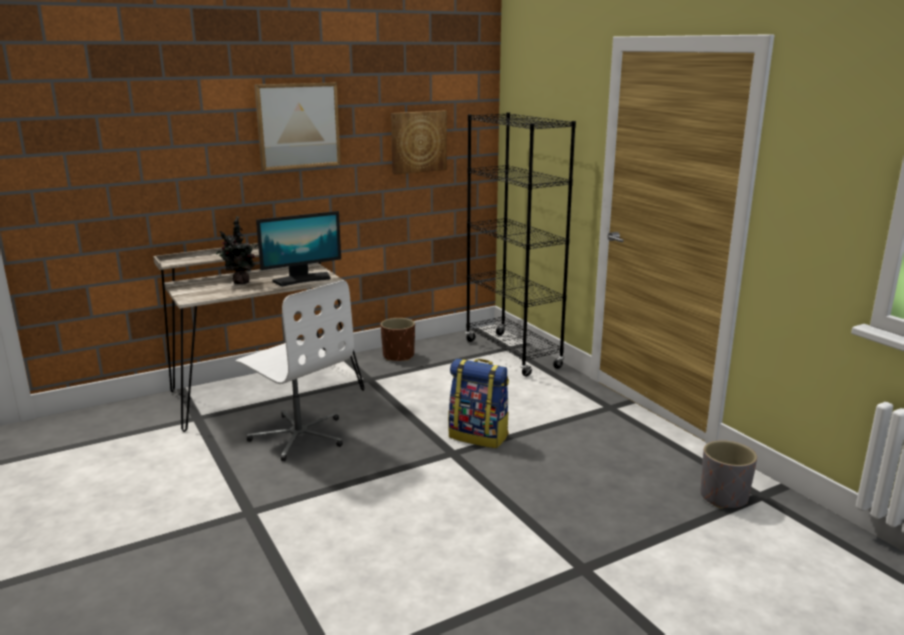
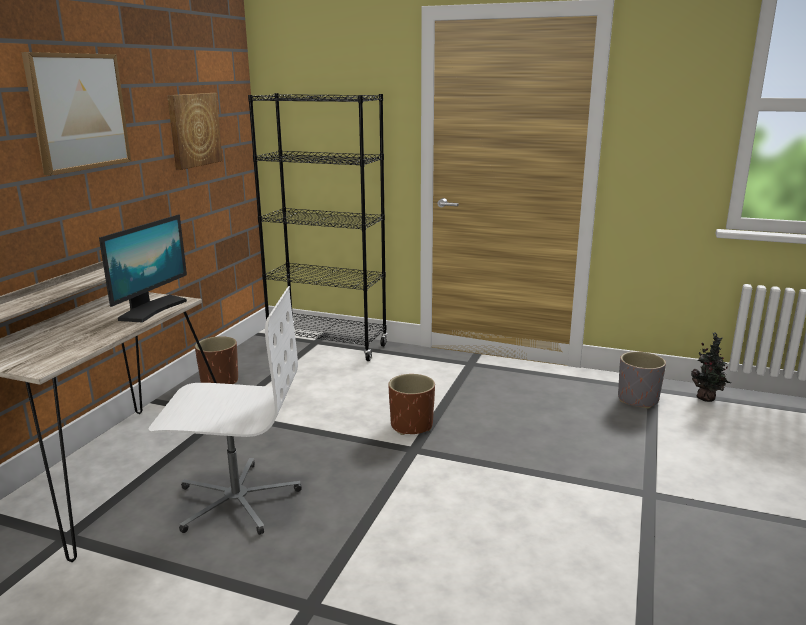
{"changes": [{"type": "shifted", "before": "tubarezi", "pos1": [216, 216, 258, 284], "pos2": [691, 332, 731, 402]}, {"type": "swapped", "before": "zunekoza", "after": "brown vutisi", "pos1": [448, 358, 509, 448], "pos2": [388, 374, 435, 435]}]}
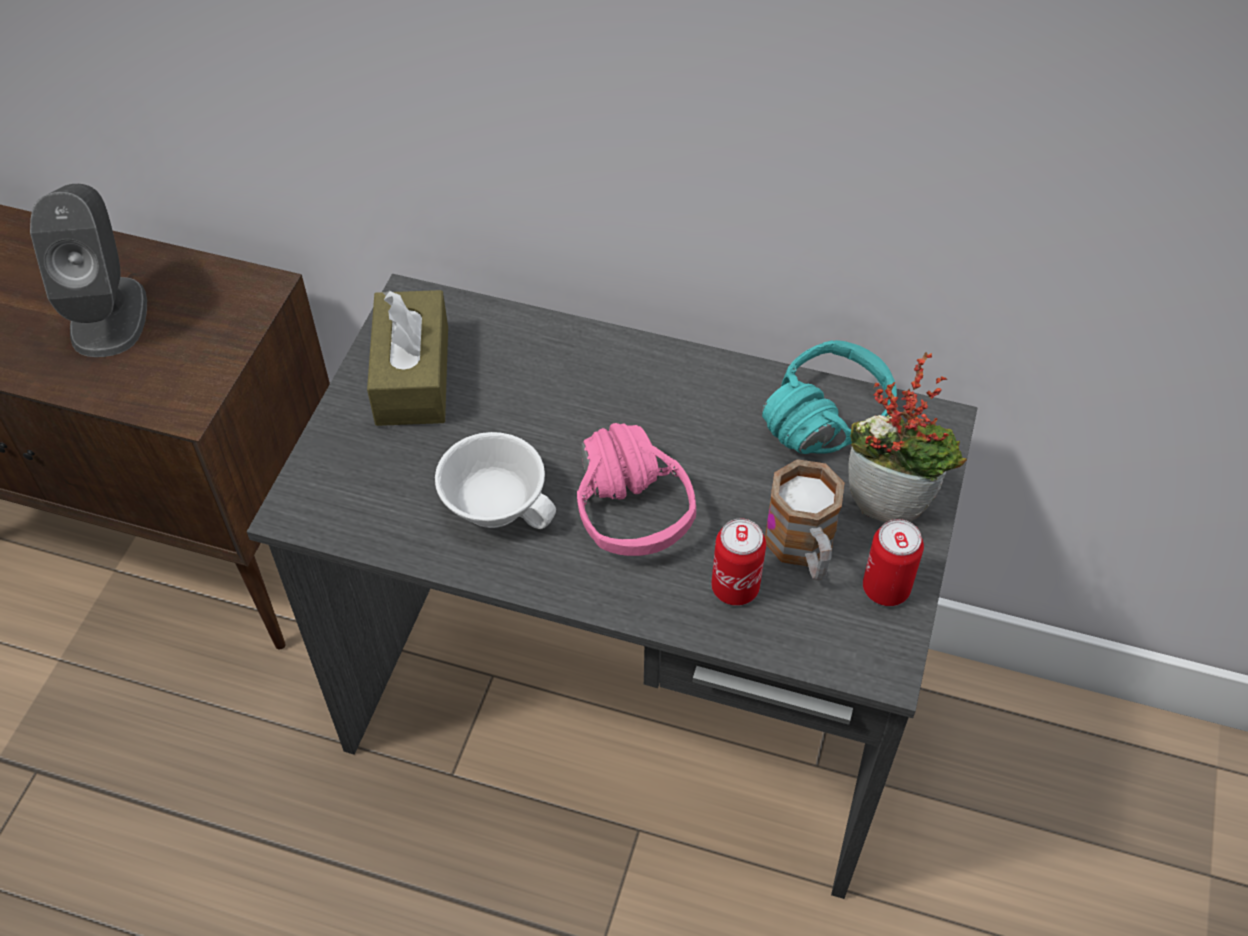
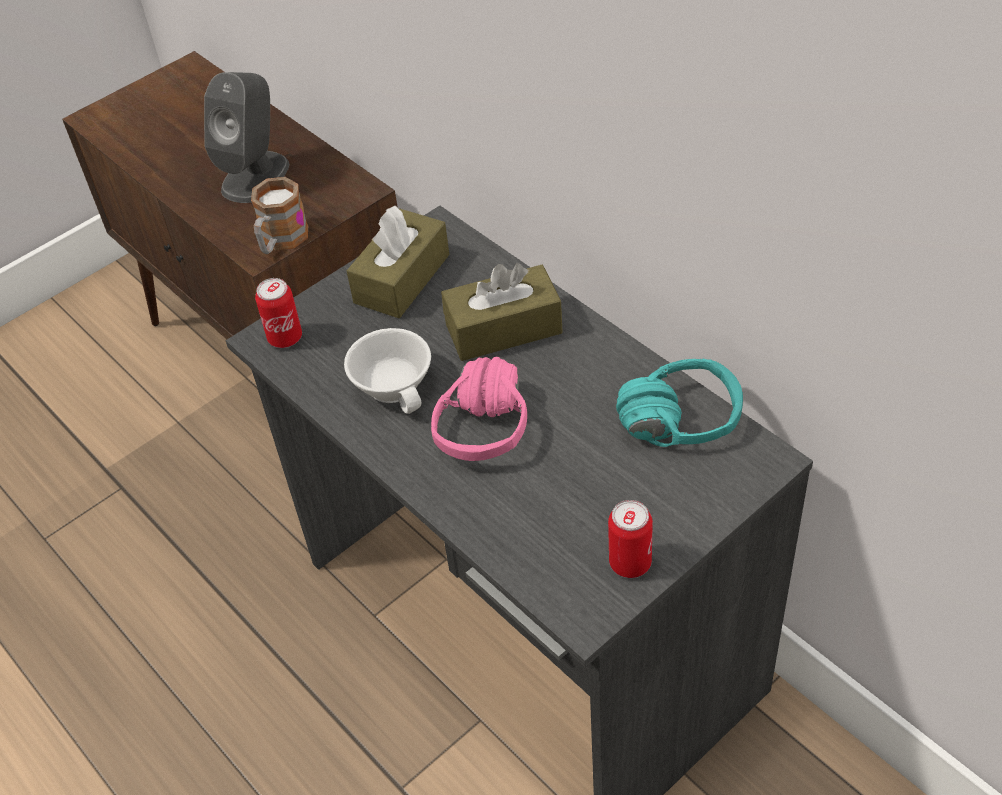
{"changes": [{"type": "shifted", "before": "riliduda", "pos1": [711, 518, 766, 606], "pos2": [255, 278, 302, 348]}, {"type": "shifted", "before": "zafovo", "pos1": [765, 459, 844, 580], "pos2": [251, 177, 308, 254]}, {"type": "gone", "before": "tubarezi", "pos1": [848, 352, 967, 522]}, {"type": "new", "after": "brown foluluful", "pos2": [441, 263, 563, 361]}]}
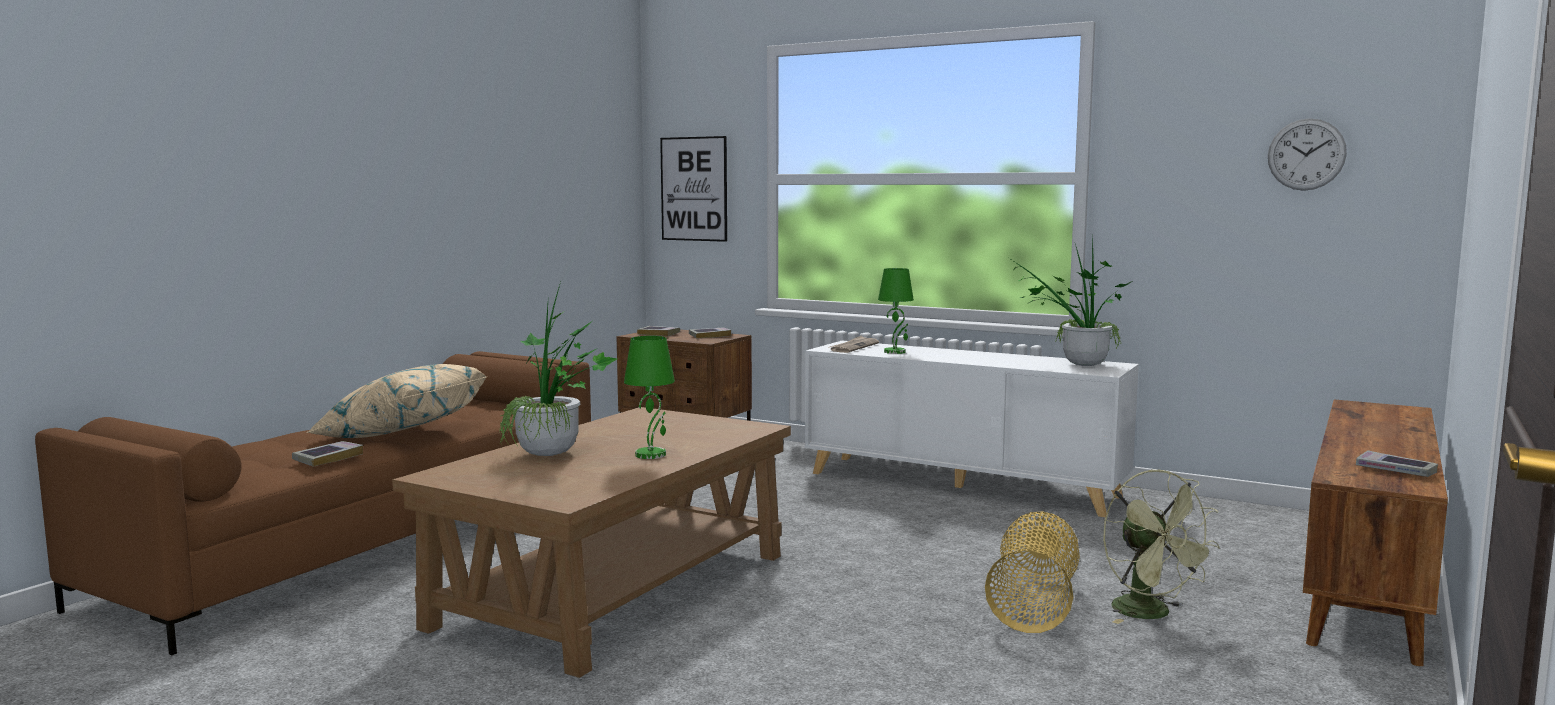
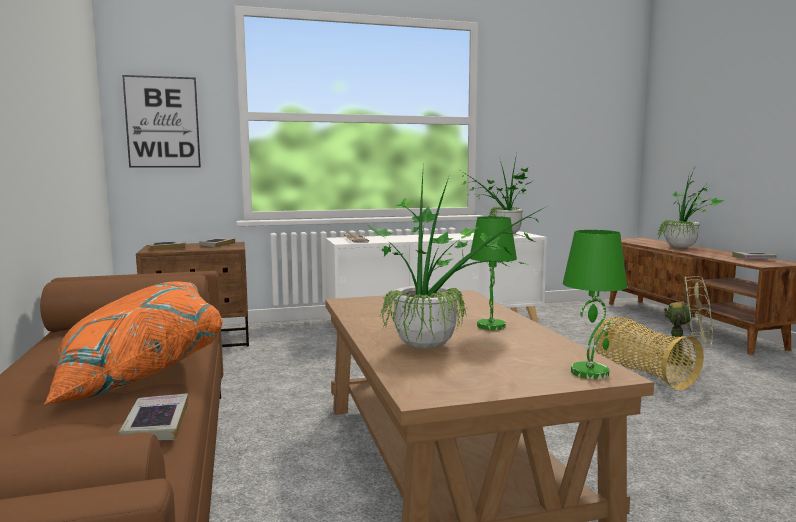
{"changes": [{"type": "repainted", "before": "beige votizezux", "after": "orange votizezux", "pos1": [306, 364, 486, 438], "pos2": [44, 282, 223, 404]}, {"type": "shifted", "before": "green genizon", "pos1": [878, 268, 914, 354], "pos2": [563, 230, 627, 379]}, {"type": "gone", "before": "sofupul", "pos1": [1268, 118, 1347, 191]}, {"type": "new", "after": "tubarezi", "pos2": [658, 168, 724, 248]}]}
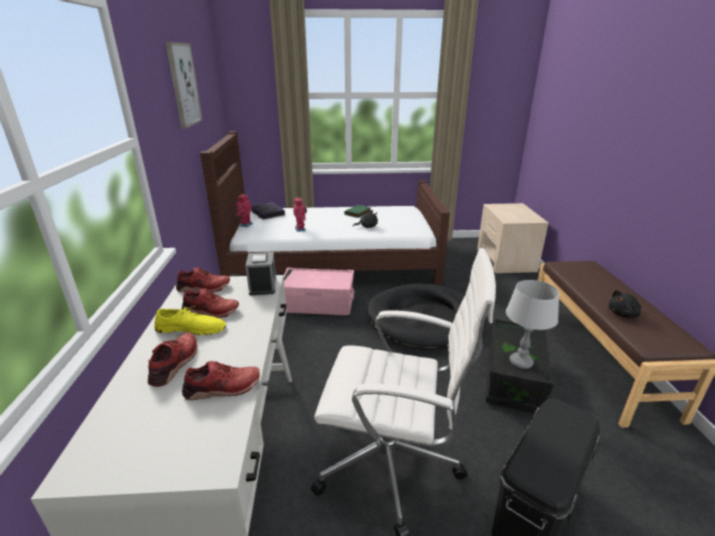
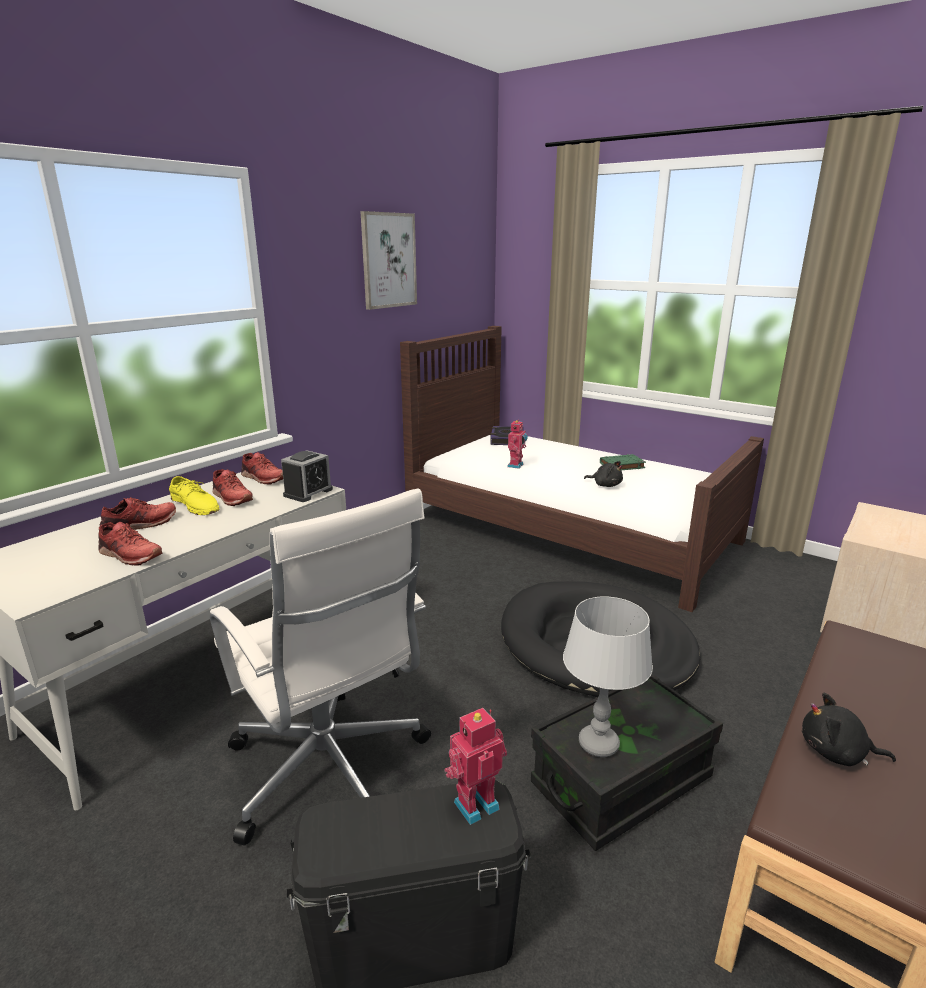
{"changes": [{"type": "shifted", "before": "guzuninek", "pos1": [236, 194, 253, 227], "pos2": [444, 708, 507, 825]}, {"type": "gone", "before": "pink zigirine", "pos1": [283, 268, 354, 315]}]}
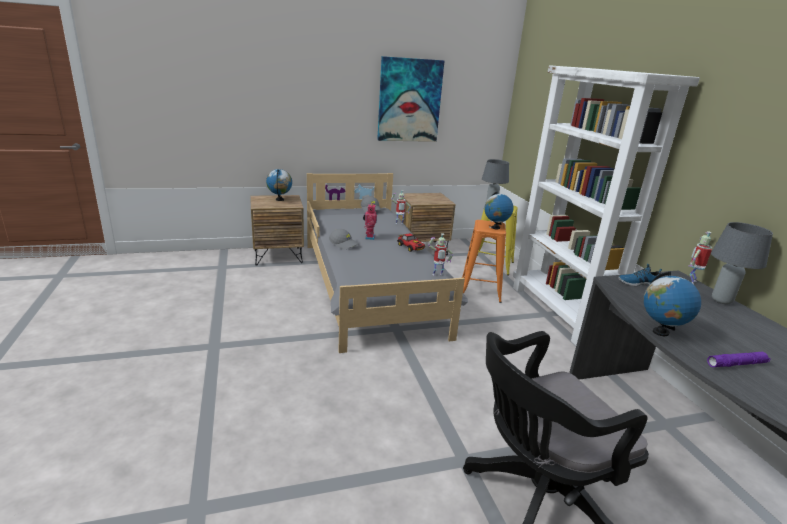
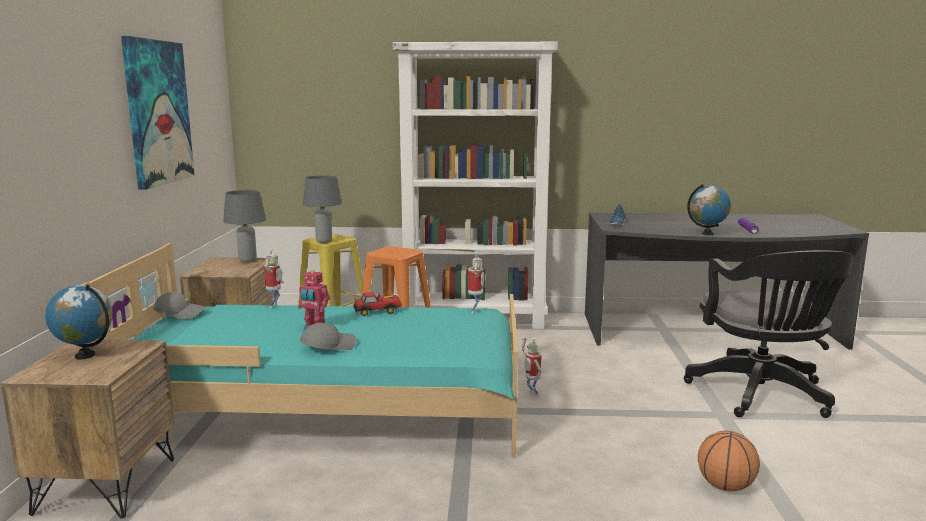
{"changes": [{"type": "repainted", "before": "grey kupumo", "after": "turquoise kupumo", "pos1": [307, 173, 468, 353], "pos2": [81, 243, 518, 458]}, {"type": "gone", "before": "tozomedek", "pos1": [484, 191, 513, 229]}, {"type": "shifted", "before": "guzuninek", "pos1": [688, 231, 712, 285], "pos2": [521, 338, 542, 397]}, {"type": "shifted", "before": "grey genizon", "pos1": [711, 222, 773, 304], "pos2": [223, 190, 266, 263]}, {"type": "new", "after": "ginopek", "pos2": [698, 431, 760, 492]}]}
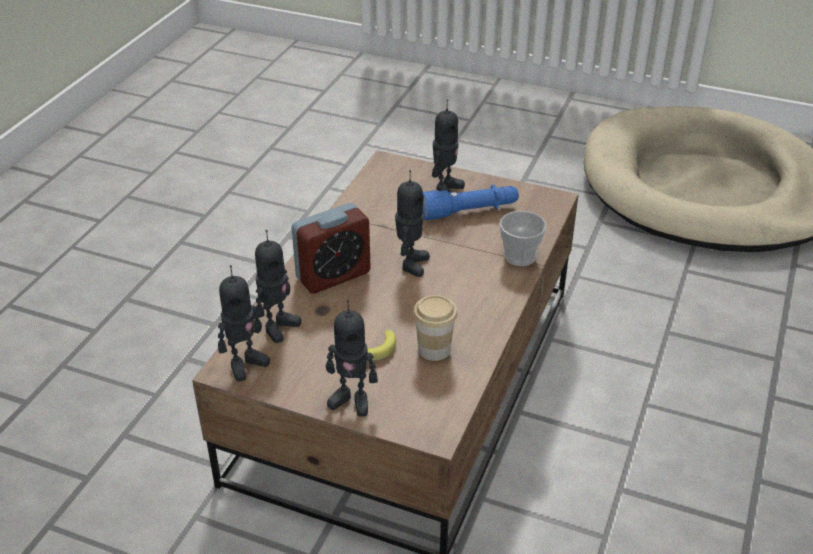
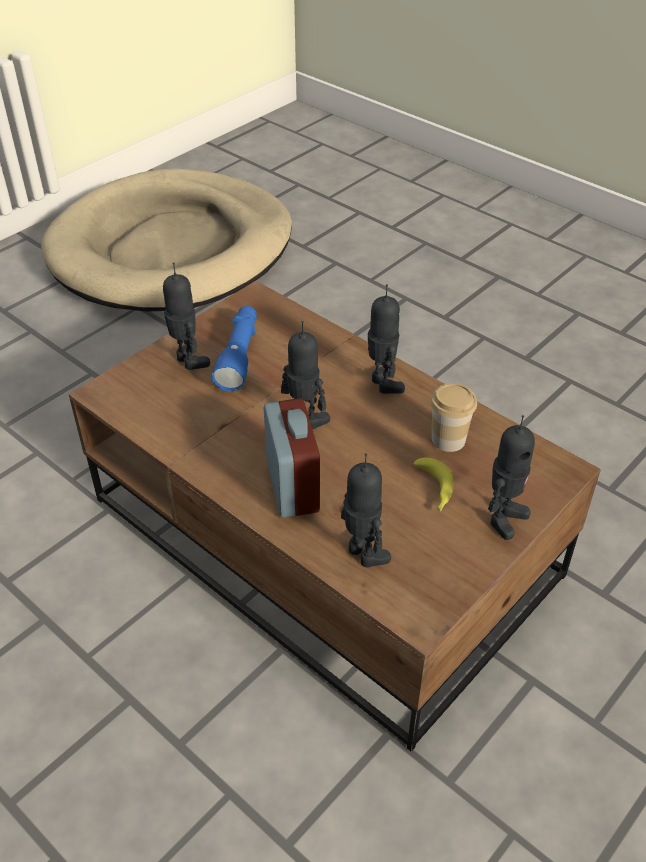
{"changes": [{"type": "shifted", "before": "guzuninek", "pos1": [218, 265, 270, 381], "pos2": [368, 284, 405, 394]}, {"type": "gone", "before": "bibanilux", "pos1": [500, 211, 546, 266]}]}
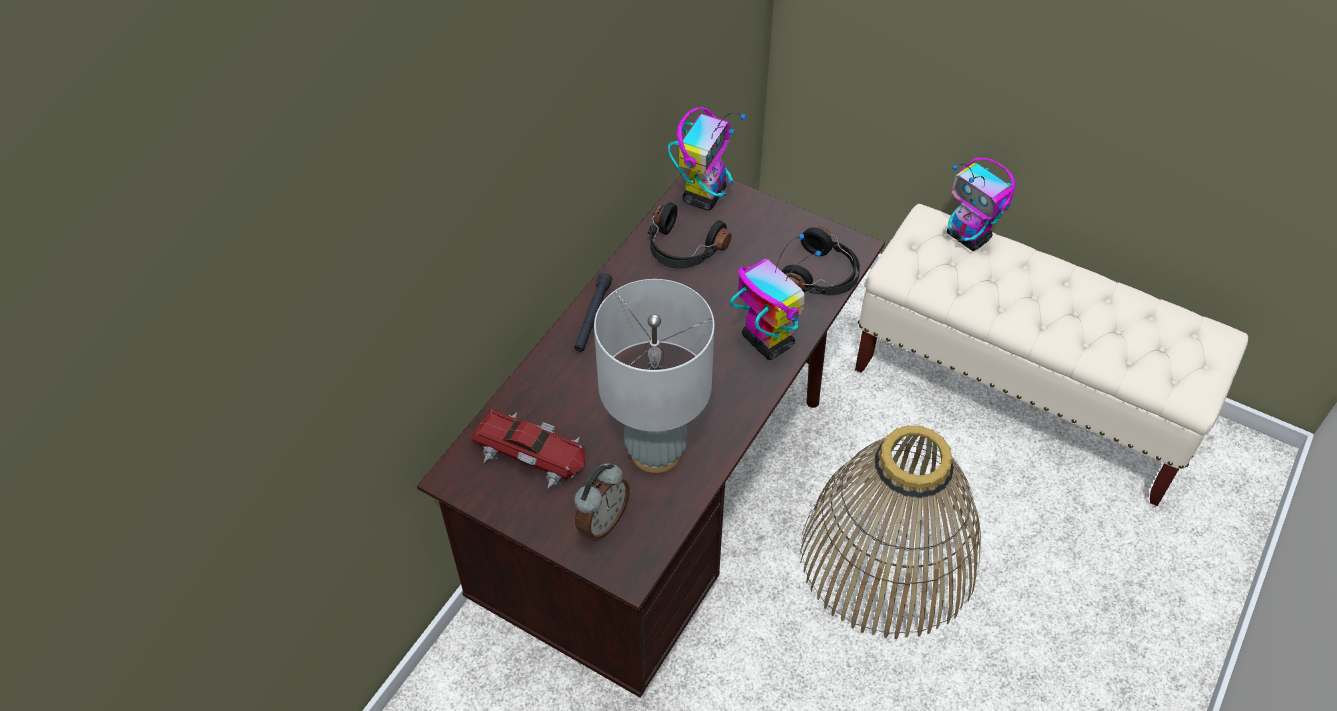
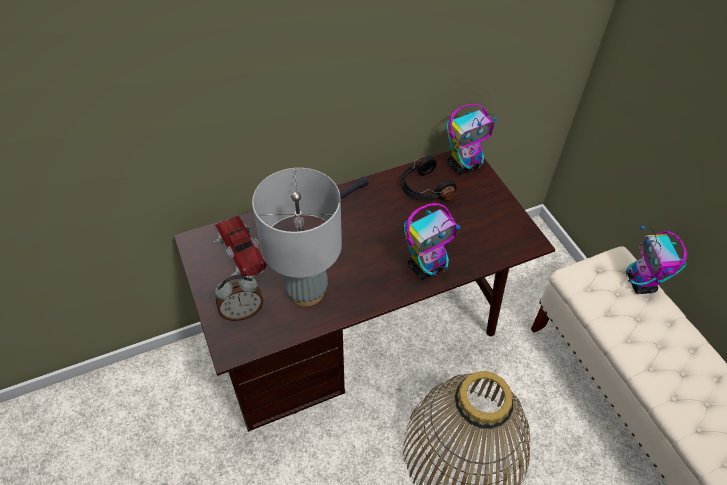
{"changes": [{"type": "rotated", "before": "guzuninek", "pos1": [730, 234, 822, 360], "pos2": [404, 203, 460, 280], "turn": 60}, {"type": "gone", "before": "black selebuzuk", "pos1": [782, 227, 860, 296]}]}
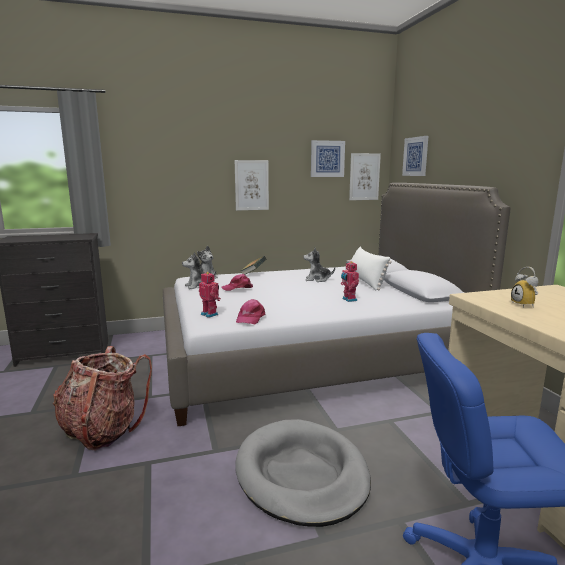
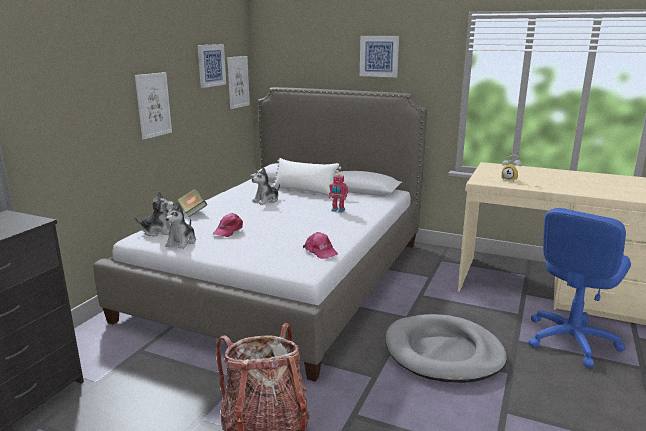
{"changes": [{"type": "gone", "before": "guzuninek", "pos1": [199, 272, 221, 318]}, {"type": "shifted", "before": "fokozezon", "pos1": [402, 136, 429, 176], "pos2": [360, 36, 399, 77]}]}
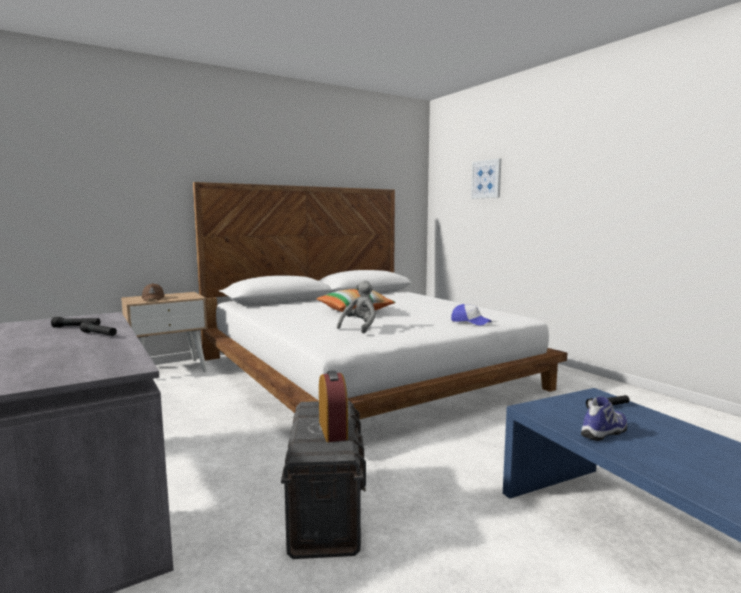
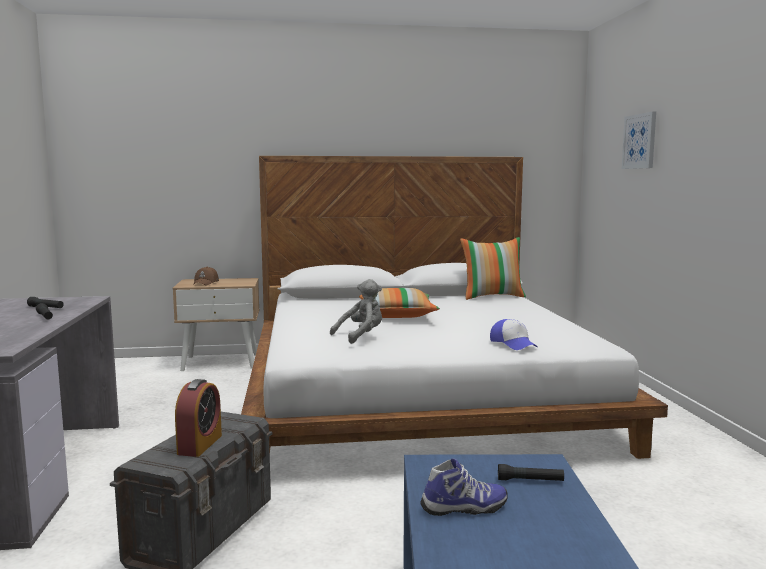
{"changes": [{"type": "new", "after": "votizezux", "pos2": [460, 237, 526, 300]}]}
